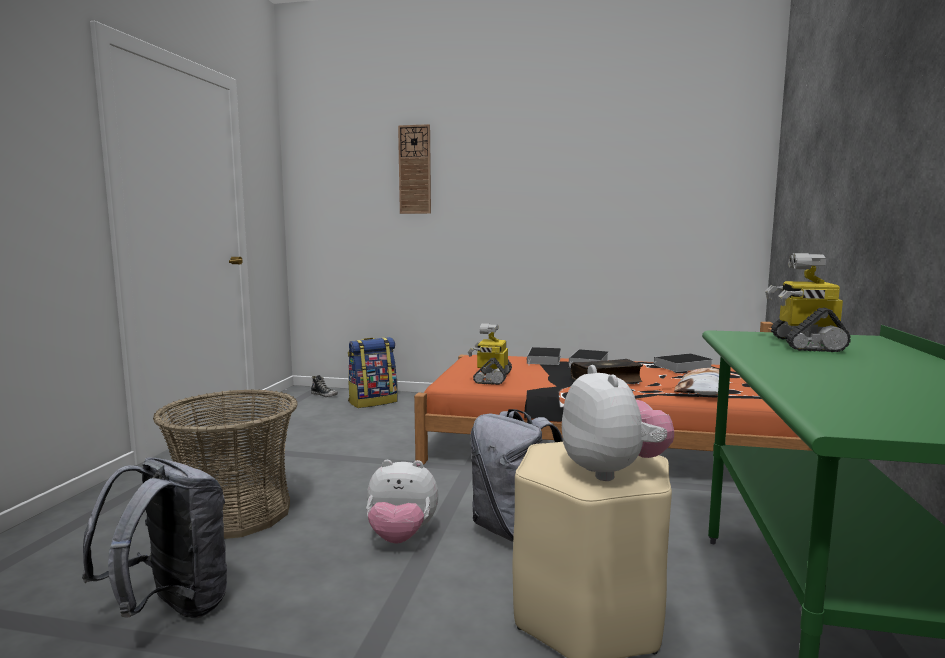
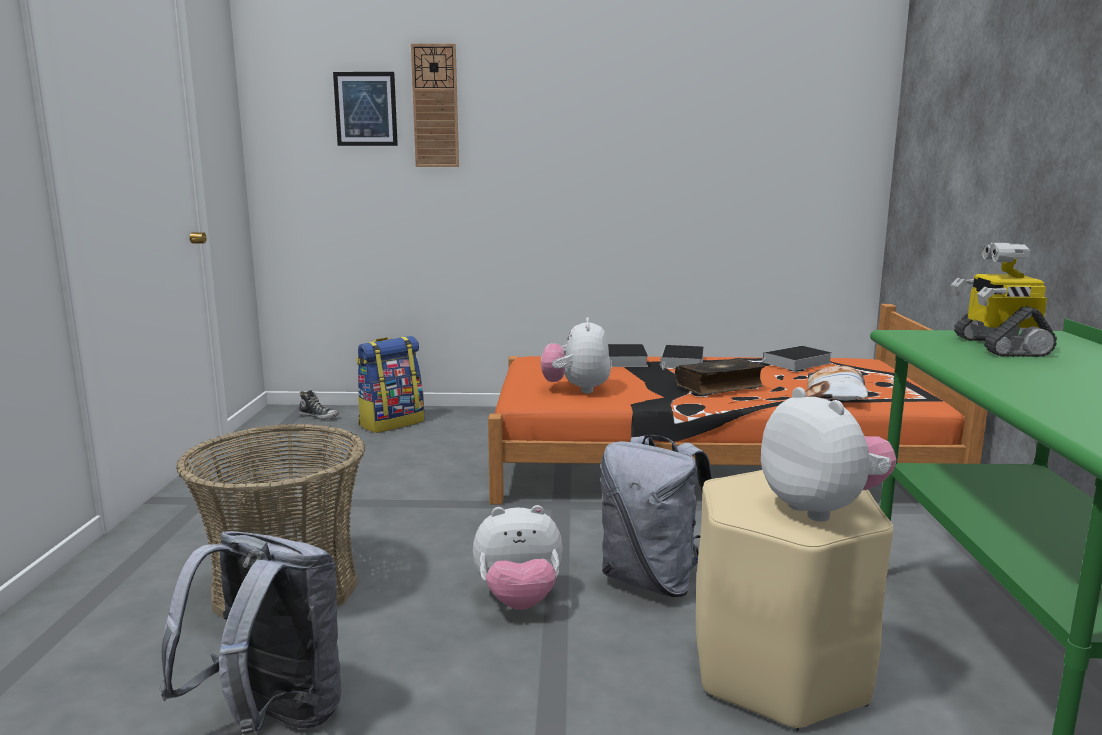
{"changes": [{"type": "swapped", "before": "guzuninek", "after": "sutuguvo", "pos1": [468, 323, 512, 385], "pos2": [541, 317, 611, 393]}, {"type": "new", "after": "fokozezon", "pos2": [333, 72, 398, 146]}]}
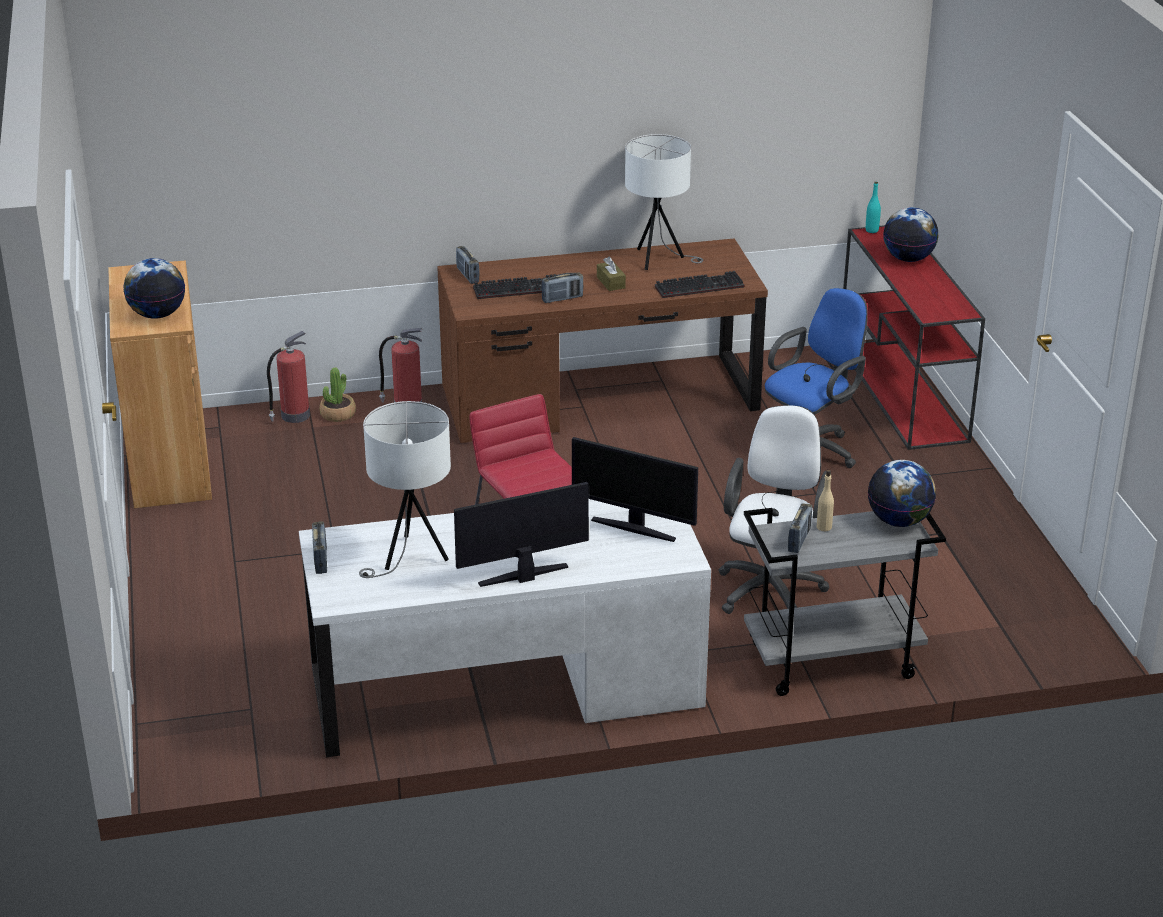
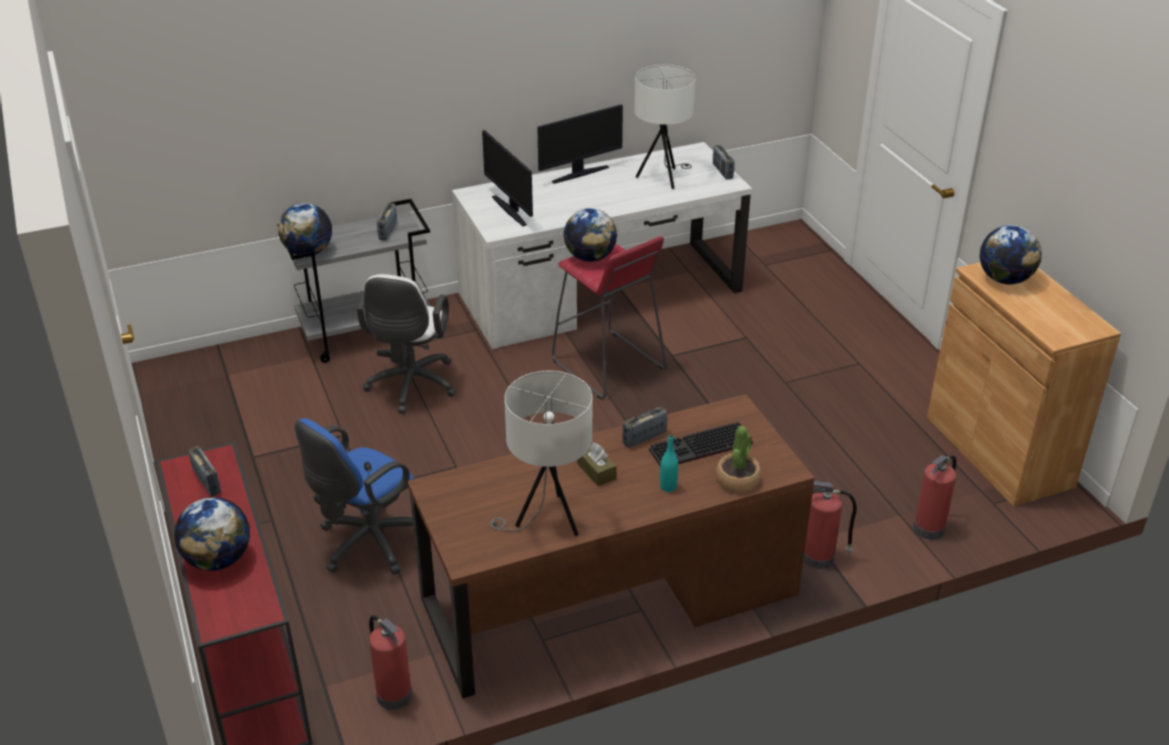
{"changes": [{"type": "shifted", "before": "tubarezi", "pos1": [320, 367, 356, 422], "pos2": [716, 426, 761, 493]}, {"type": "shifted", "before": "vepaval", "pos1": [456, 246, 479, 284], "pos2": [188, 446, 221, 497]}, {"type": "rotated", "before": "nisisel", "pos1": [572, 437, 698, 542], "pos2": [482, 130, 533, 226], "turn": -135}, {"type": "gone", "before": "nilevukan", "pos1": [655, 271, 744, 298]}, {"type": "gone", "before": "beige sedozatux", "pos1": [817, 470, 834, 531]}, {"type": "shifted", "before": "turquoise sedozatux", "pos1": [866, 182, 881, 233], "pos2": [660, 434, 678, 492]}, {"type": "new", "after": "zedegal", "pos2": [369, 615, 412, 710]}, {"type": "new", "after": "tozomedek", "pos2": [563, 208, 617, 262]}]}
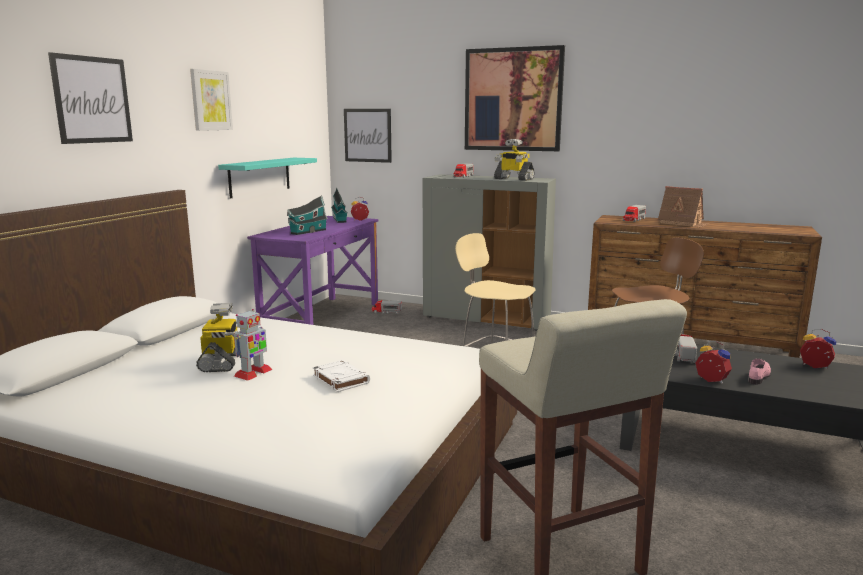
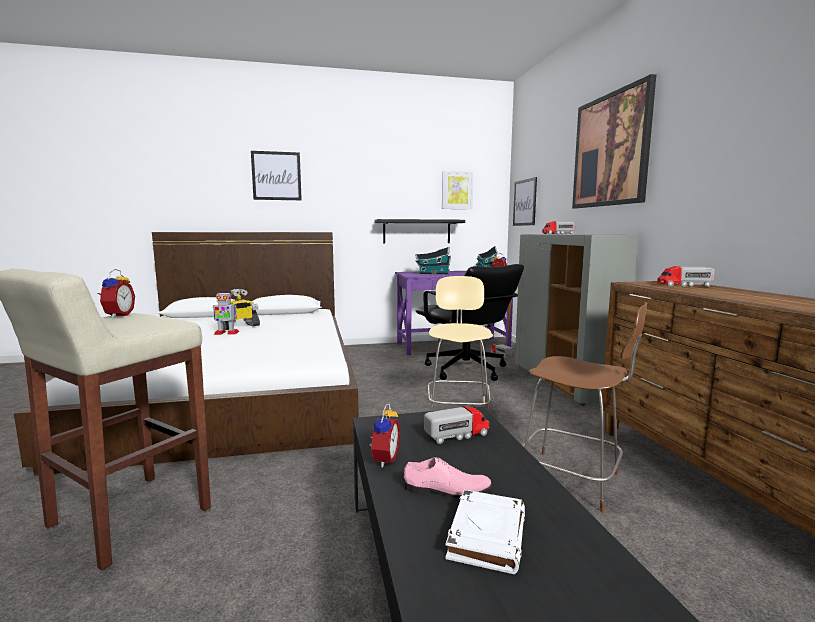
{"changes": [{"type": "shifted", "before": "fokozezon", "pos1": [190, 69, 233, 131], "pos2": [442, 171, 474, 209]}, {"type": "repainted", "before": "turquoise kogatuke", "after": "black kogatuke", "pos1": [218, 158, 317, 198], "pos2": [374, 219, 465, 244]}, {"type": "shifted", "before": "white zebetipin", "pos1": [313, 360, 370, 392], "pos2": [445, 490, 525, 574]}, {"type": "gone", "before": "guzuninek", "pos1": [494, 139, 535, 181]}, {"type": "gone", "before": "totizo", "pos1": [658, 186, 709, 228]}, {"type": "shifted", "before": "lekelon", "pos1": [800, 329, 836, 369], "pos2": [98, 269, 135, 318]}, {"type": "new", "after": "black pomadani", "pos2": [416, 264, 524, 381]}]}
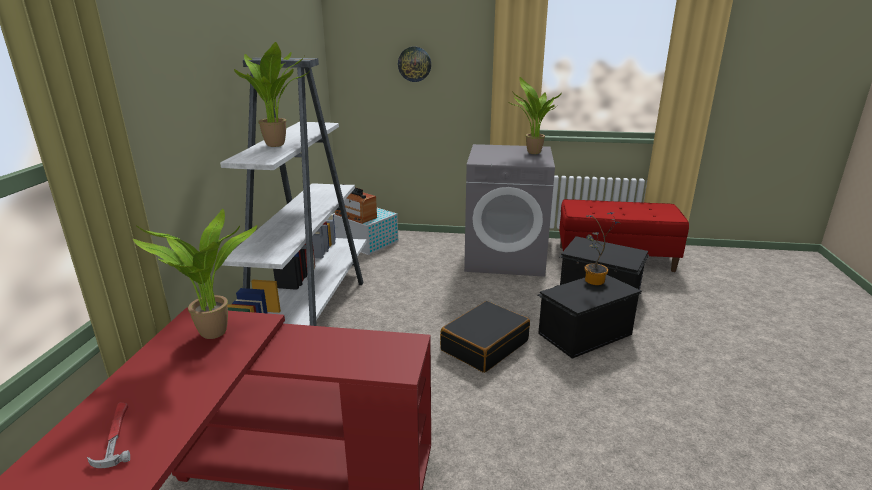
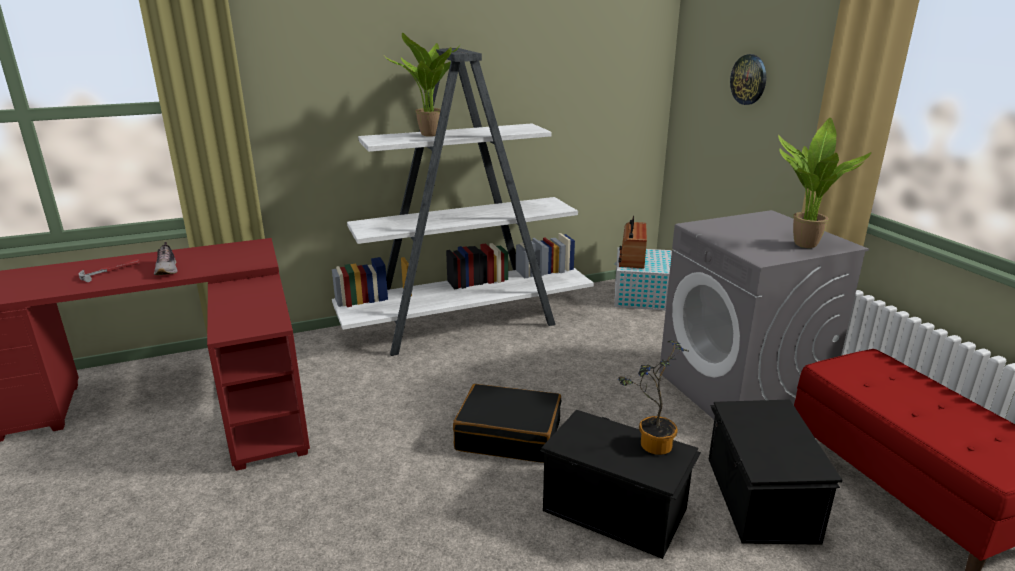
{"changes": [{"type": "gone", "before": "tubarezi", "pos1": [133, 209, 257, 339]}, {"type": "new", "after": "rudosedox", "pos2": [154, 242, 177, 275]}]}
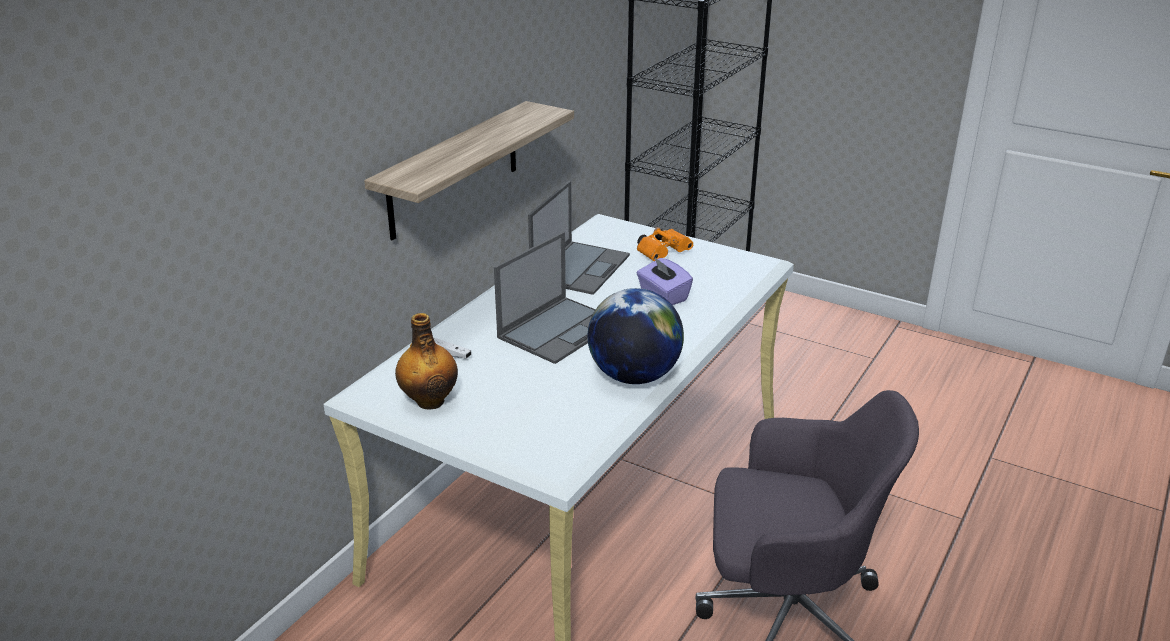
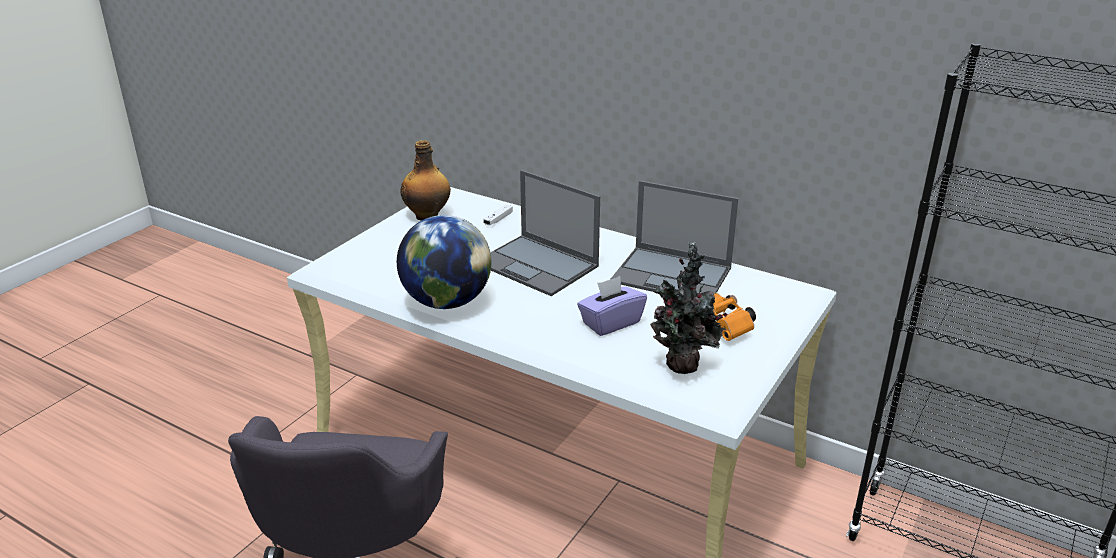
{"changes": [{"type": "gone", "before": "kogatuke", "pos1": [364, 101, 574, 241]}, {"type": "new", "after": "tubarezi", "pos2": [650, 242, 727, 374]}]}
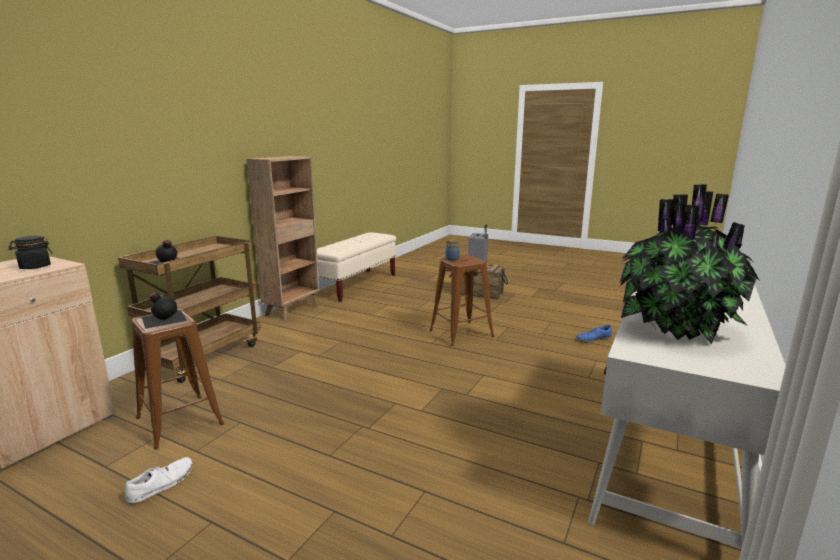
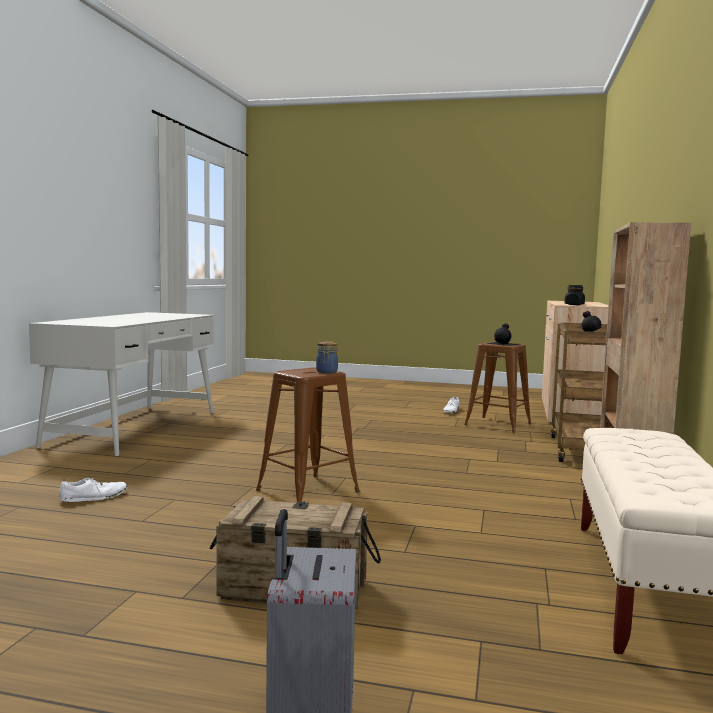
{"changes": [{"type": "repainted", "before": "blue rudosedox", "after": "white rudosedox", "pos1": [576, 325, 612, 342], "pos2": [59, 478, 127, 502]}, {"type": "gone", "before": "tubarezi", "pos1": [620, 184, 760, 345]}]}
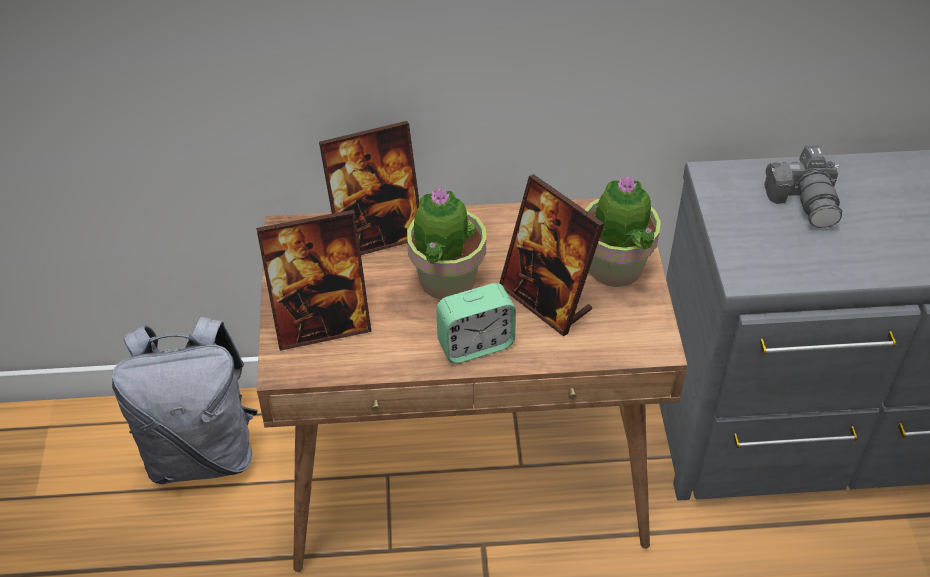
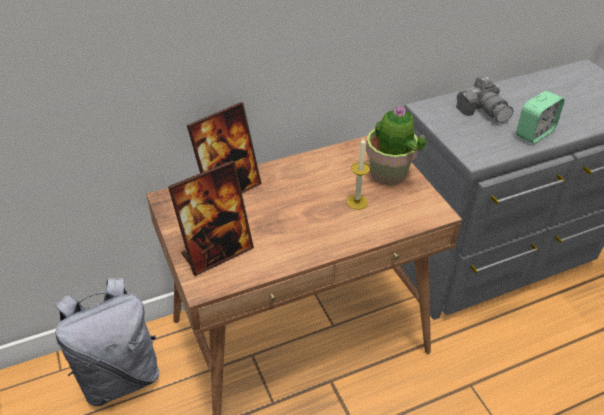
{"changes": [{"type": "gone", "before": "tubarezi", "pos1": [407, 187, 486, 299]}, {"type": "shifted", "before": "lekelon", "pos1": [436, 283, 516, 364], "pos2": [516, 91, 565, 144]}, {"type": "swapped", "before": "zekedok", "after": "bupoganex", "pos1": [499, 174, 604, 336], "pos2": [346, 138, 370, 210]}]}
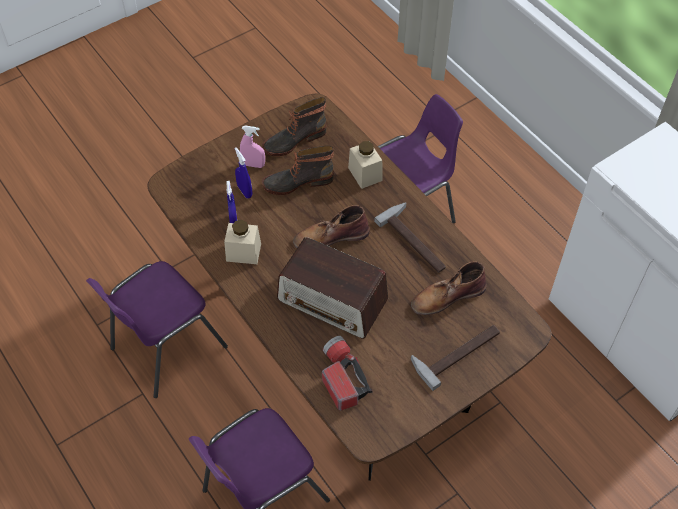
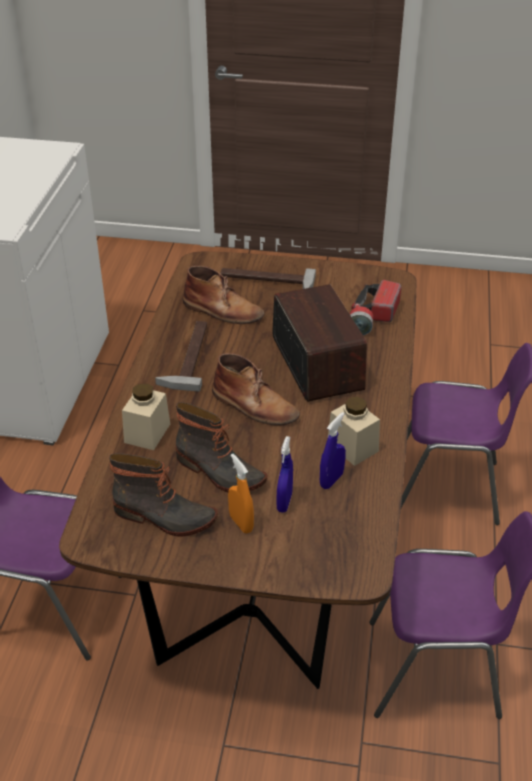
{"changes": [{"type": "repainted", "before": "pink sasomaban", "after": "orange sasomaban", "pos1": [240, 125, 265, 168], "pos2": [228, 454, 254, 533]}]}
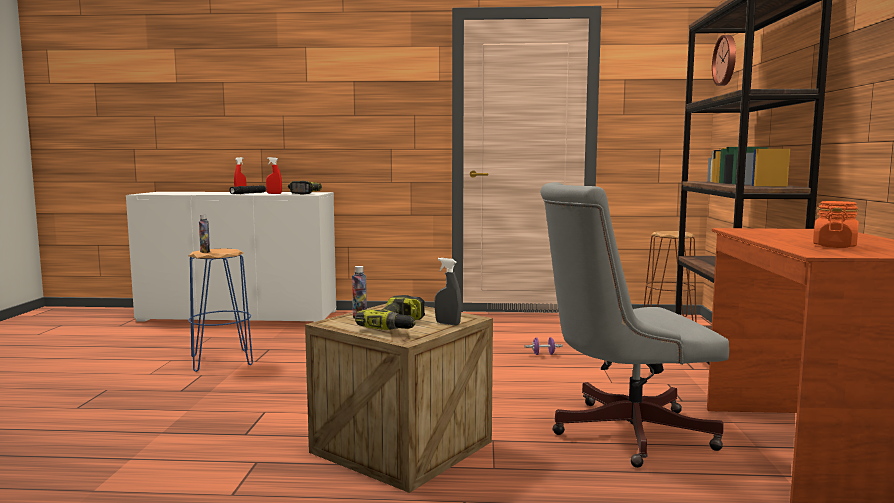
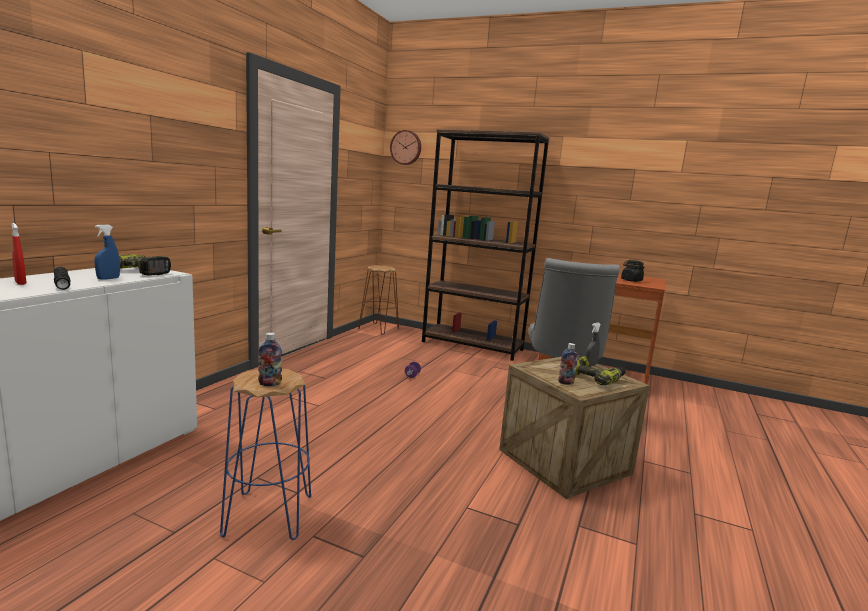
{"changes": [{"type": "repainted", "before": "red sasomaban", "after": "blue sasomaban", "pos1": [266, 157, 282, 194], "pos2": [94, 225, 120, 280]}, {"type": "repainted", "before": "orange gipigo", "after": "black gipigo", "pos1": [813, 201, 859, 248], "pos2": [621, 260, 644, 282]}]}
